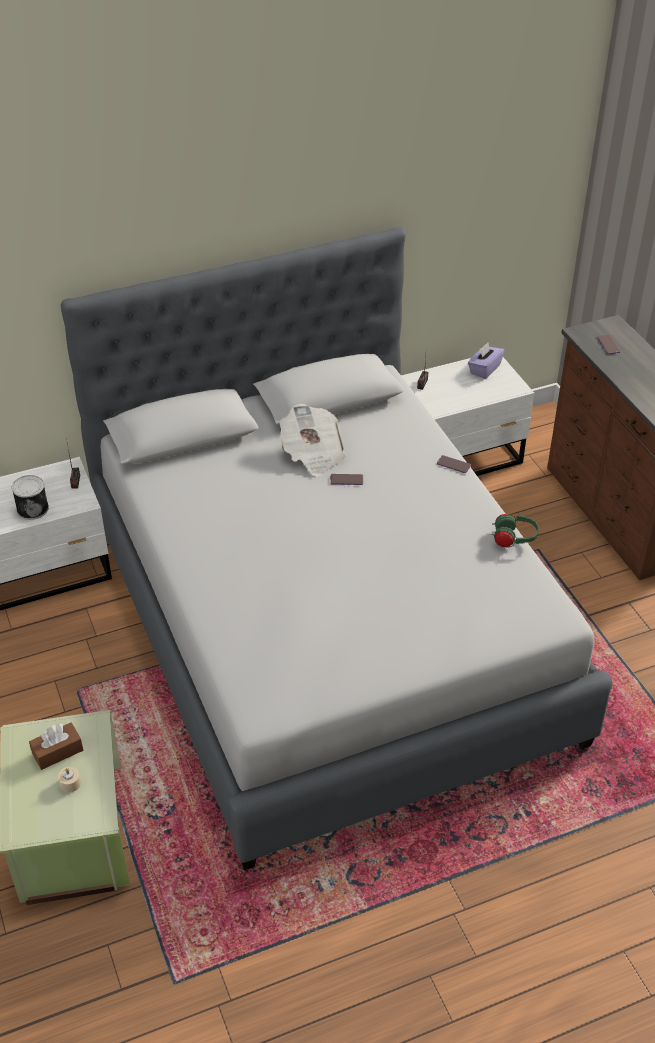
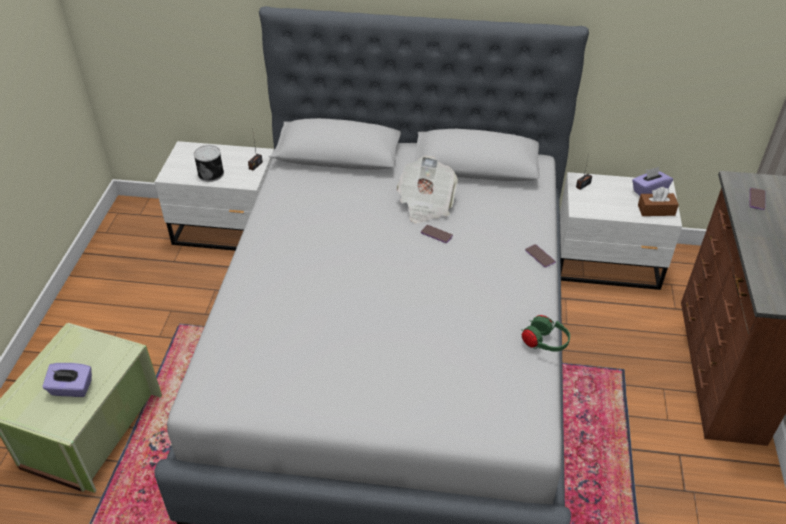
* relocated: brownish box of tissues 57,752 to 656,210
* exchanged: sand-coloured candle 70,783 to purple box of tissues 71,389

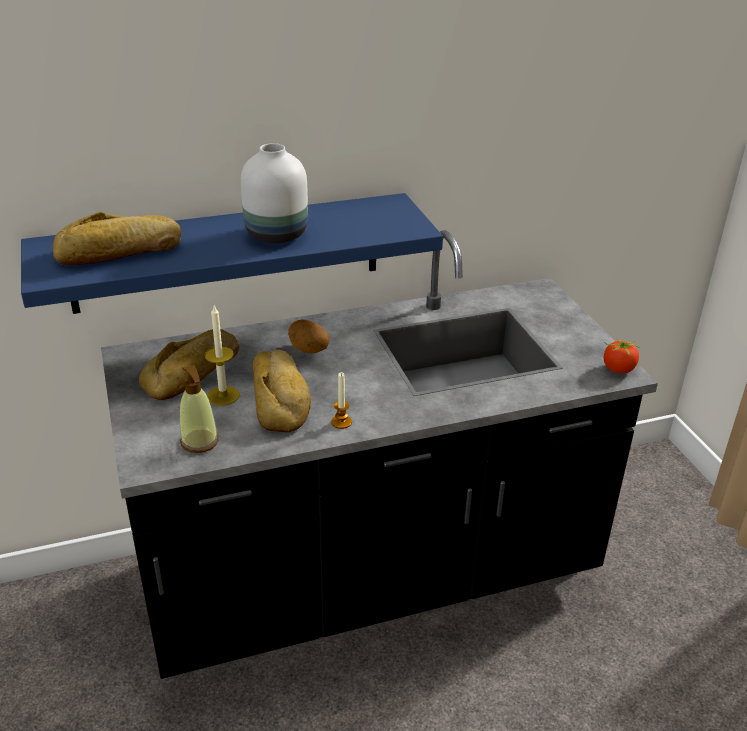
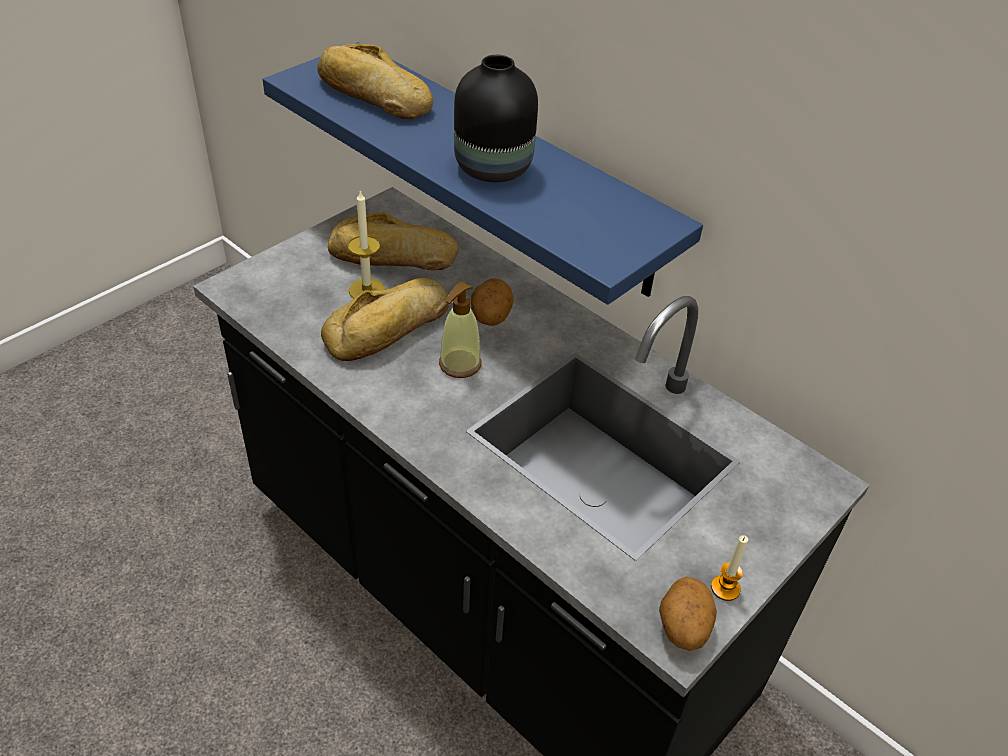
* relocated: soap dispenser 199,442 to 459,364
* relocated: candle 341,422 to 725,588
* exchanged: whole tomato 618,369 to whole potato 682,628
* colour: white-coloured decorative vase 278,235 to black-coloured decorative vase 494,169

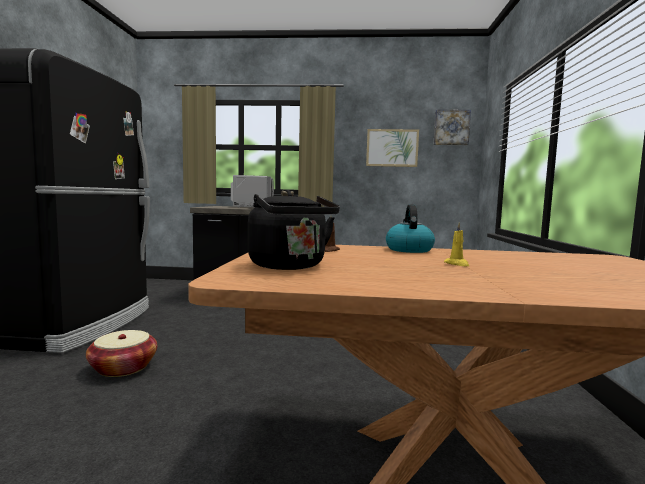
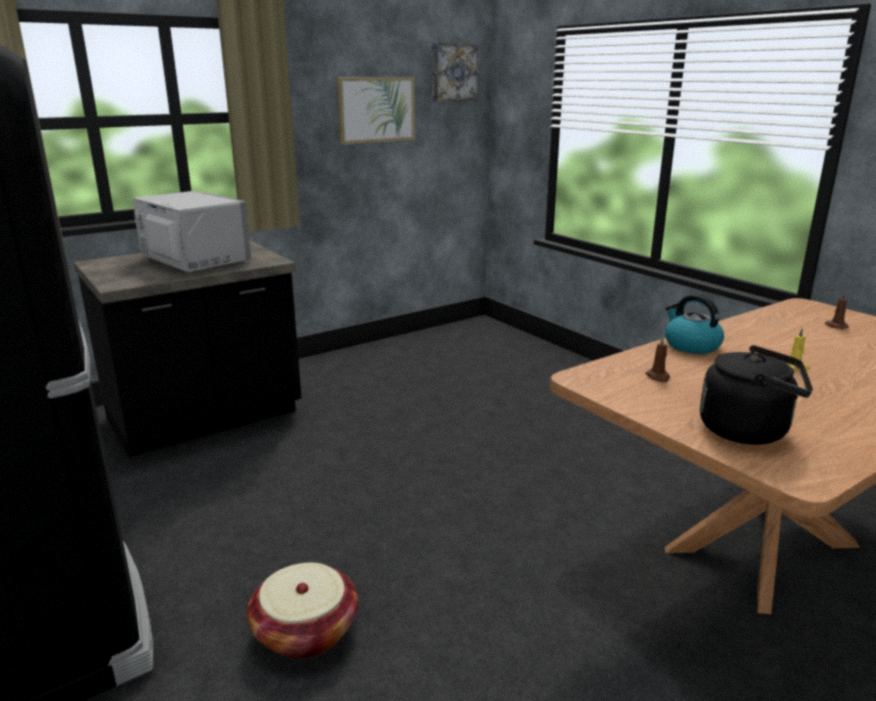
* appeared: brownish candle 835,326

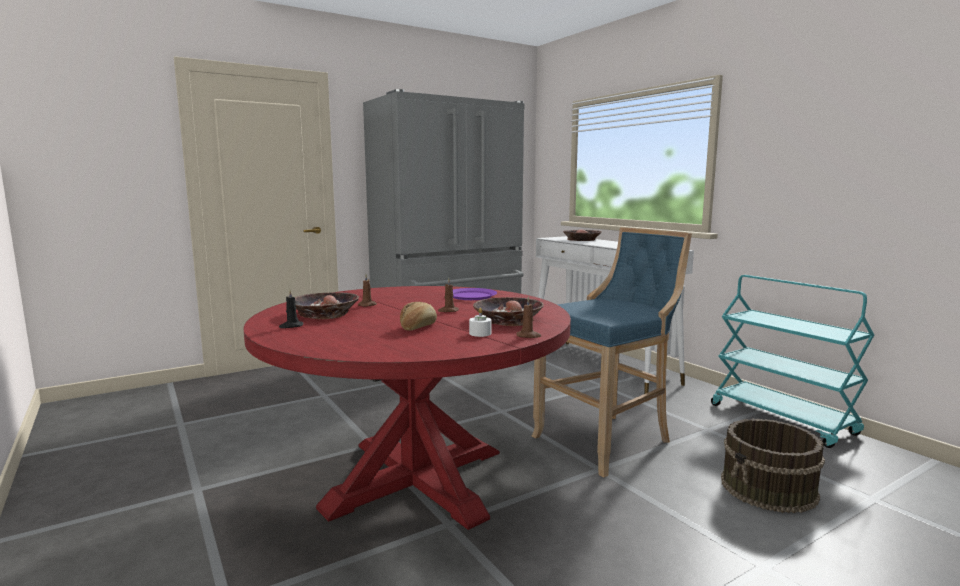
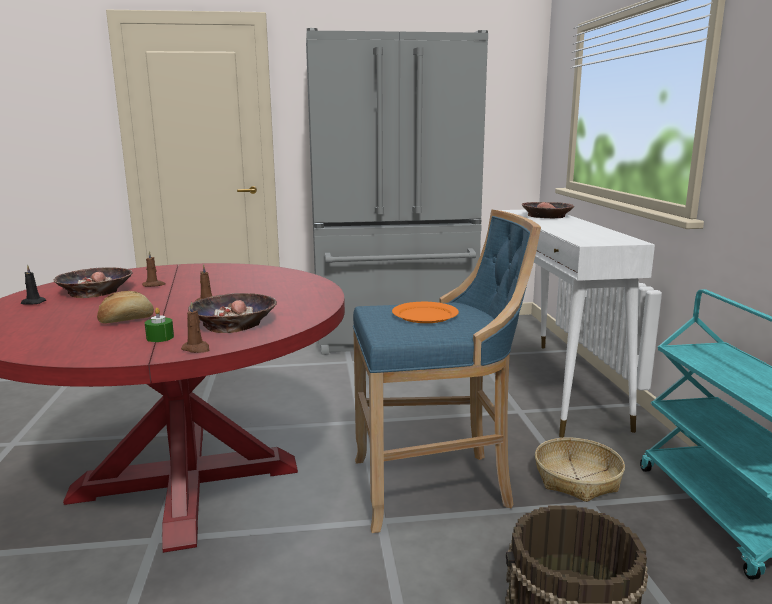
* missing: purple plate 471,296
* appeared: orange-coloured plate 425,315
* appeared: storage basket 577,479
* colour: white-coloured candle 480,333 to greenish candle 160,337

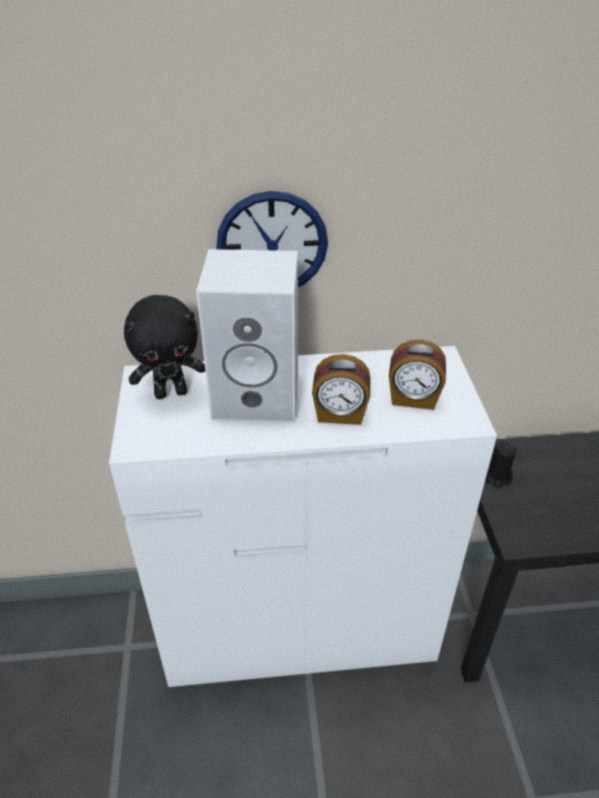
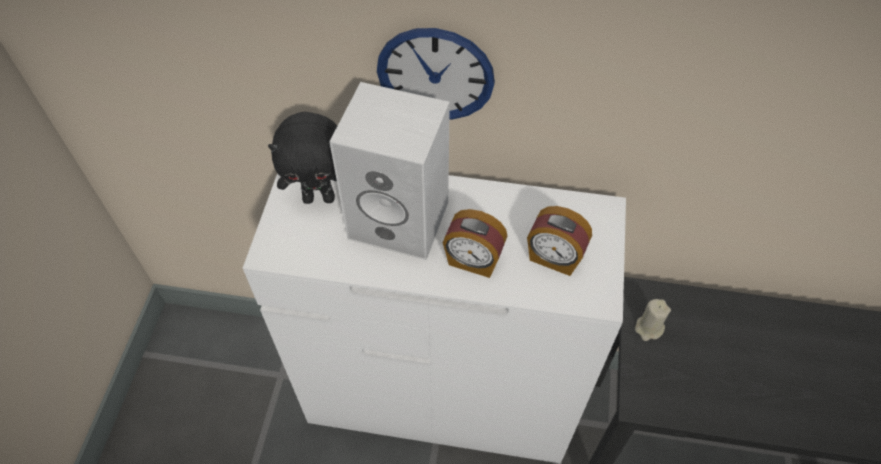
* colour: black-coloured candle 497,478 to sand-coloured candle 648,328

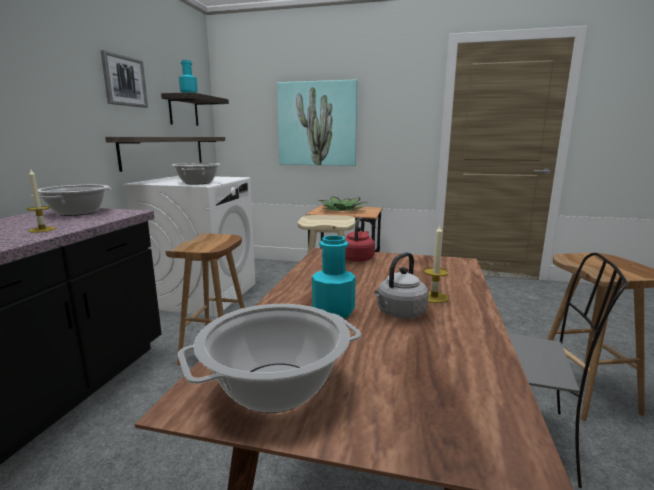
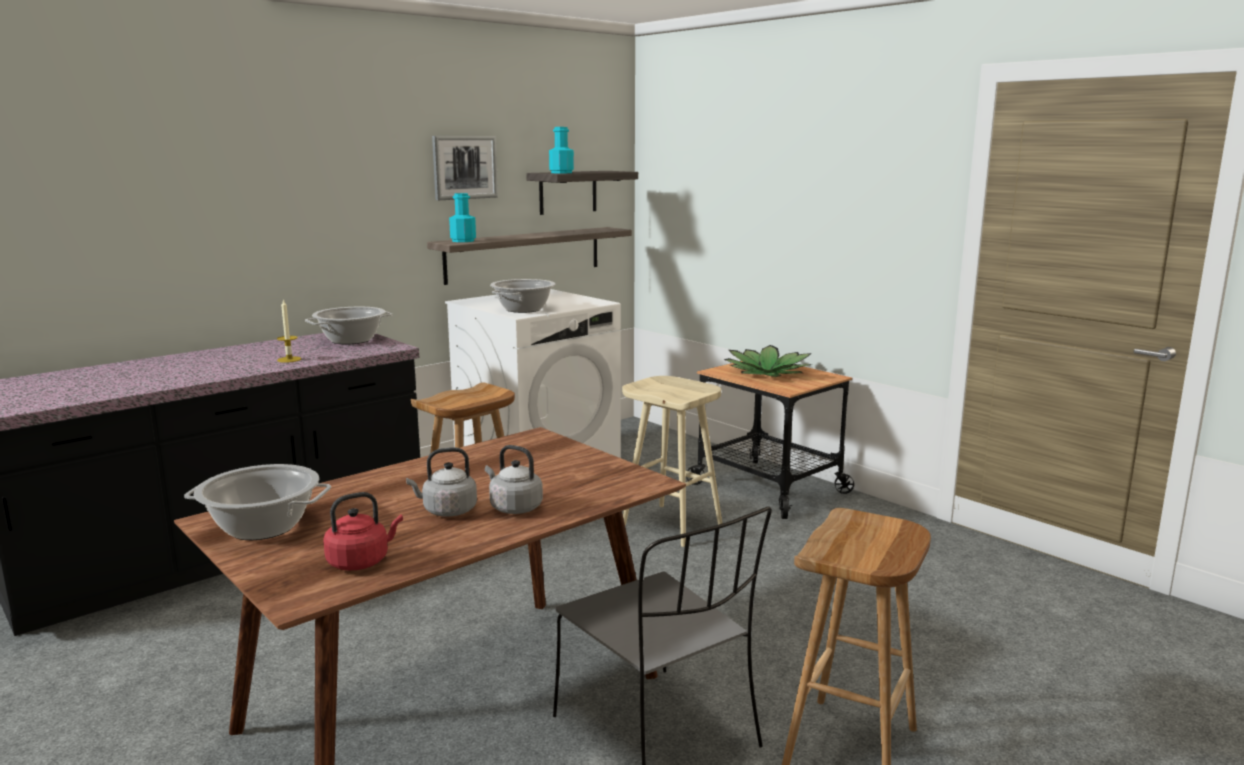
* missing: wall art 317,124
* relocated: turquoise-coloured drink bottle 333,312 to 463,241
* relocated: red kettle 358,258 to 361,561
* exchanged: candle 434,297 to greyish kettle 513,507

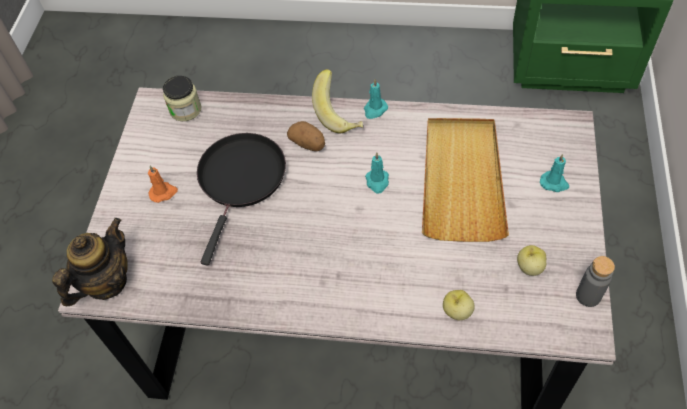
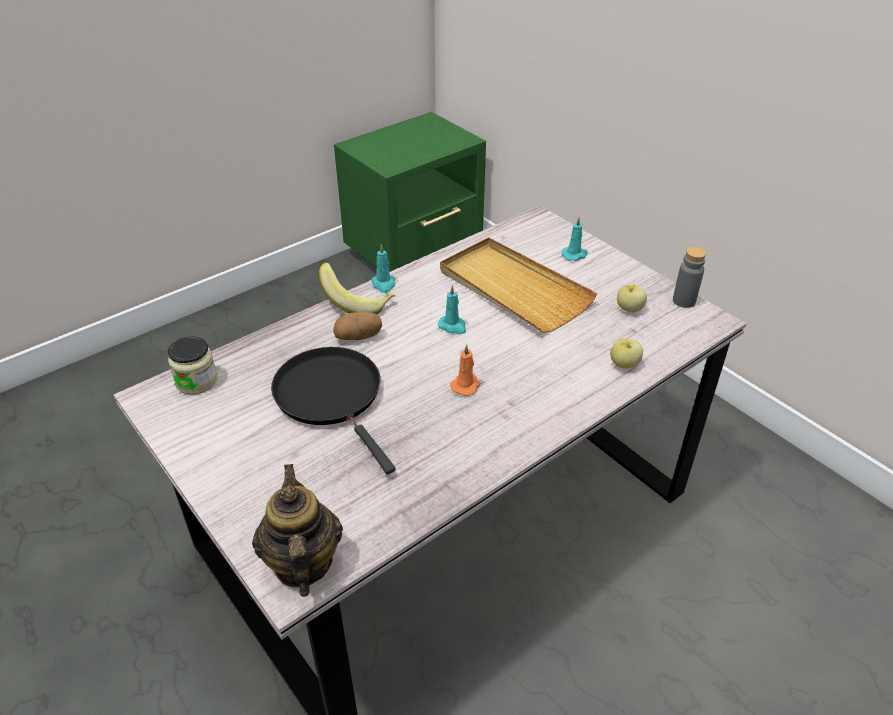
* relocated: orange-coloured candle 163,192 to 466,385

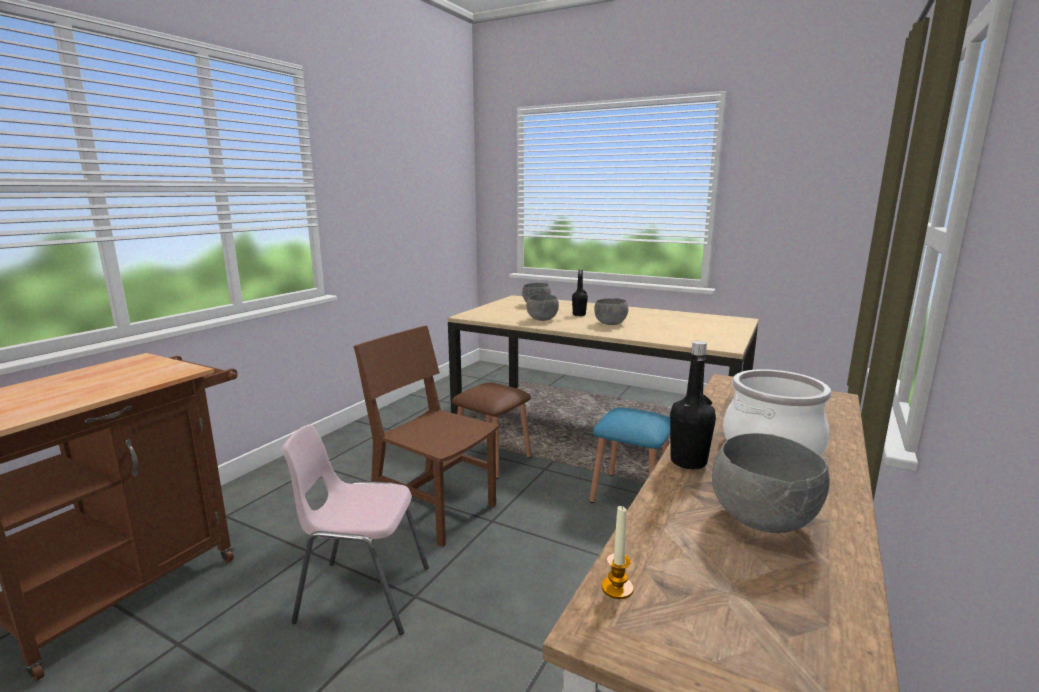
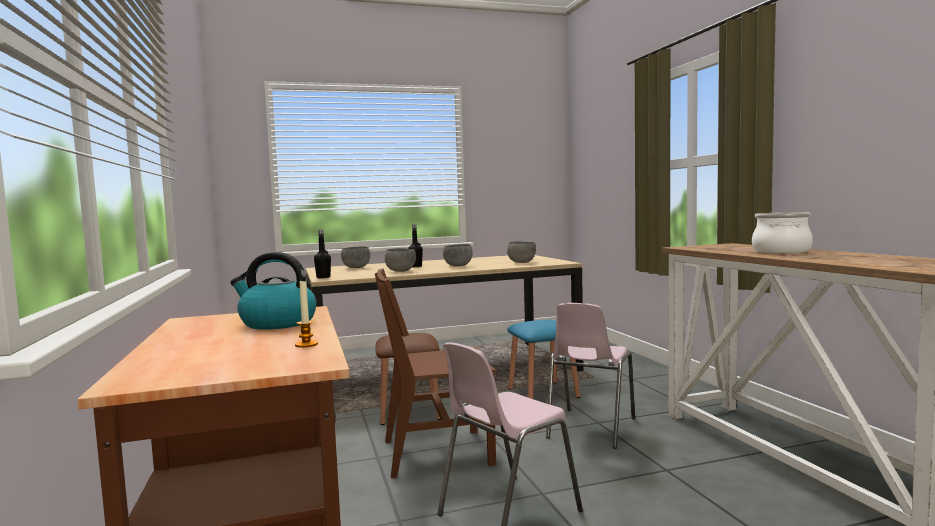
* appeared: kettle 277,323
* appeared: pink-coloured chair 589,428
* relocated: candle 617,588 to 306,344
* relocated: black-coloured drink bottle 688,462 to 323,277
* relocated: greyish bowl 765,521 to 522,262

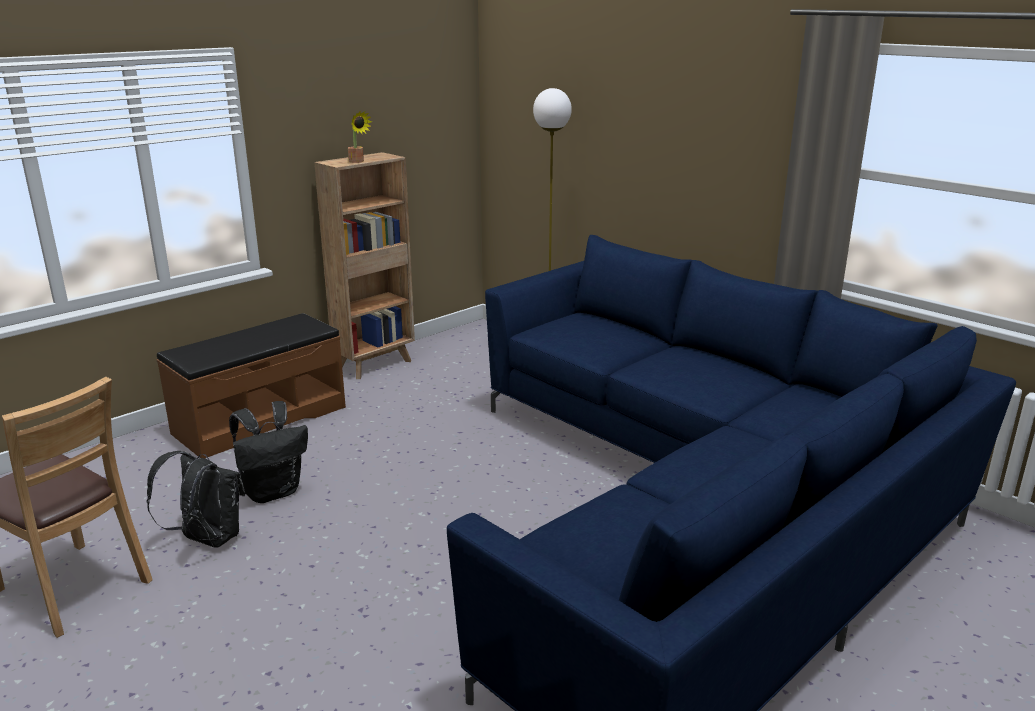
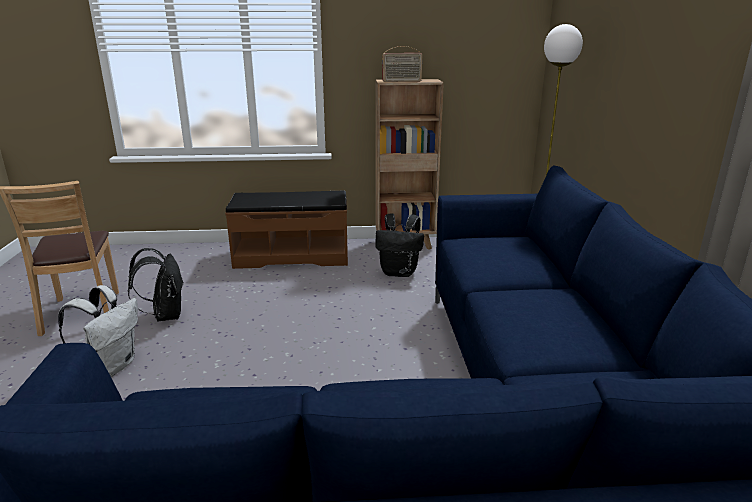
* appeared: white-coloured knapsack 111,366
* relocated: black-coloured knapsack 273,492 to 399,272
* exchanged: plant in a pot 358,161 to radio 402,81

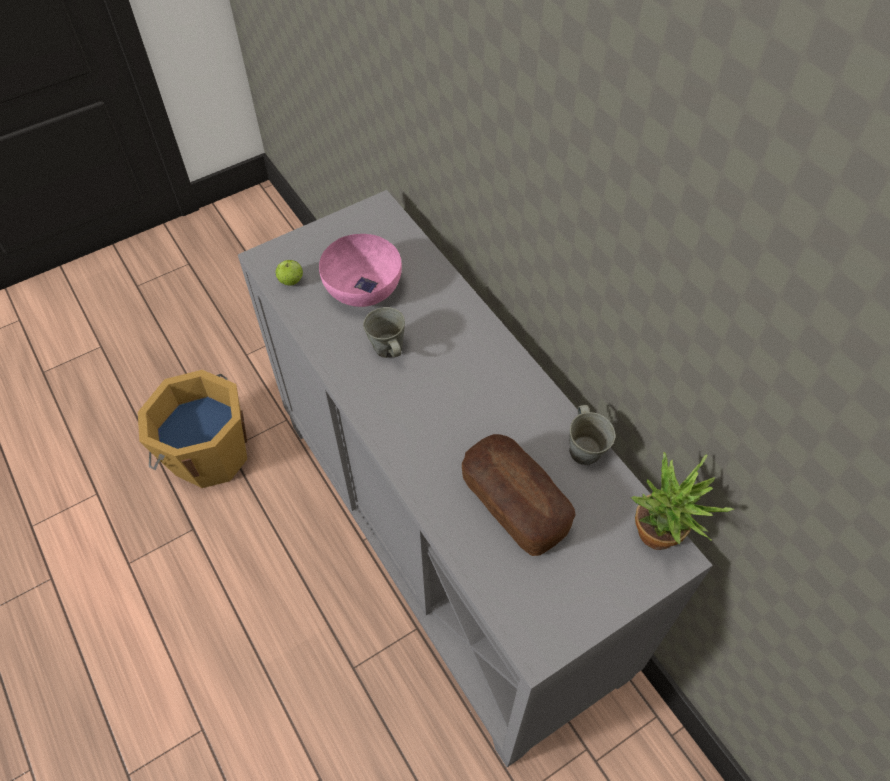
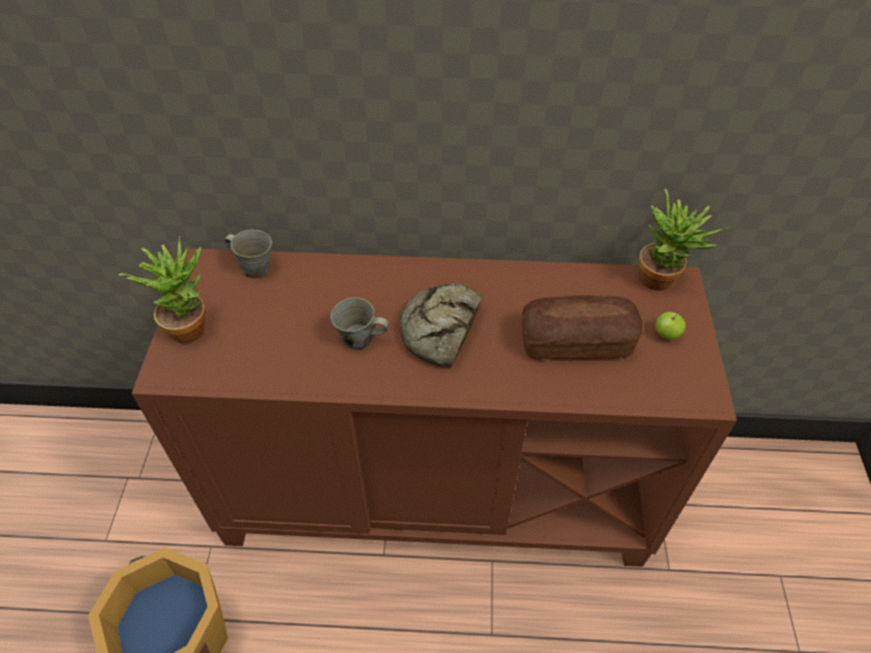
* missing: pink-coloured bowl 362,288
* appeared: plant in a pot 190,324
* appeared: bread 440,329
* relocated: apple 291,281 to 666,335
* relocated: greyish coffee mug 585,449 to 254,267
* colour: greyish storage cabinet 449,541 to brownish storage cabinet 436,489

